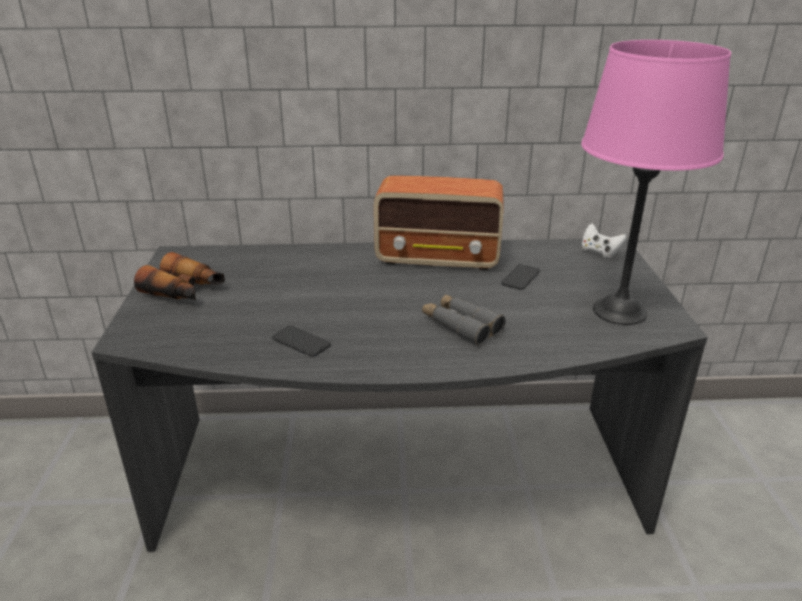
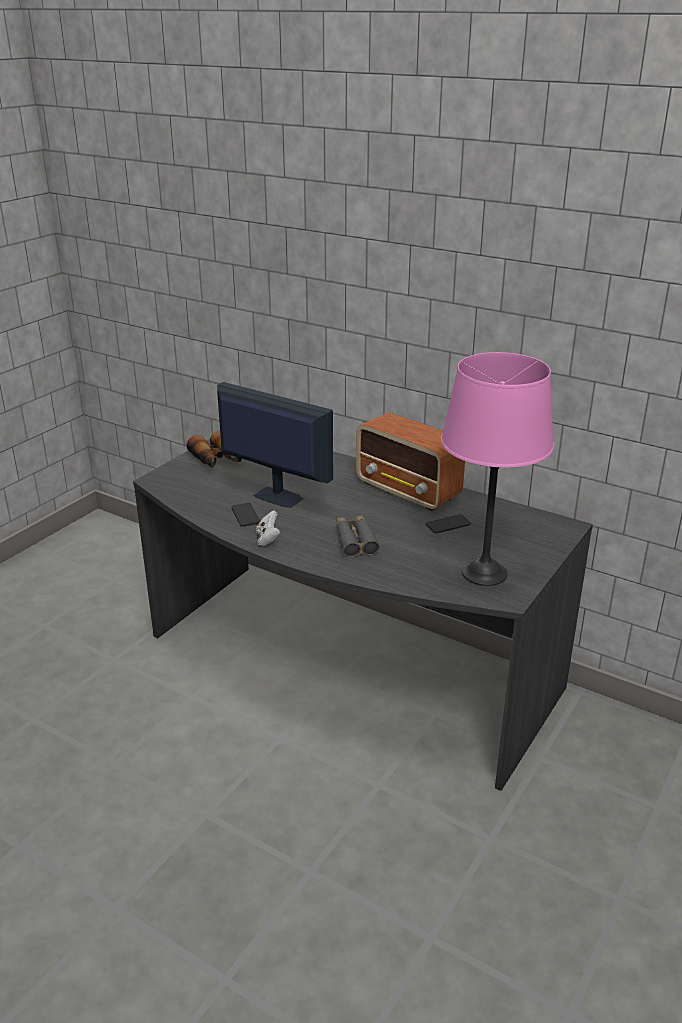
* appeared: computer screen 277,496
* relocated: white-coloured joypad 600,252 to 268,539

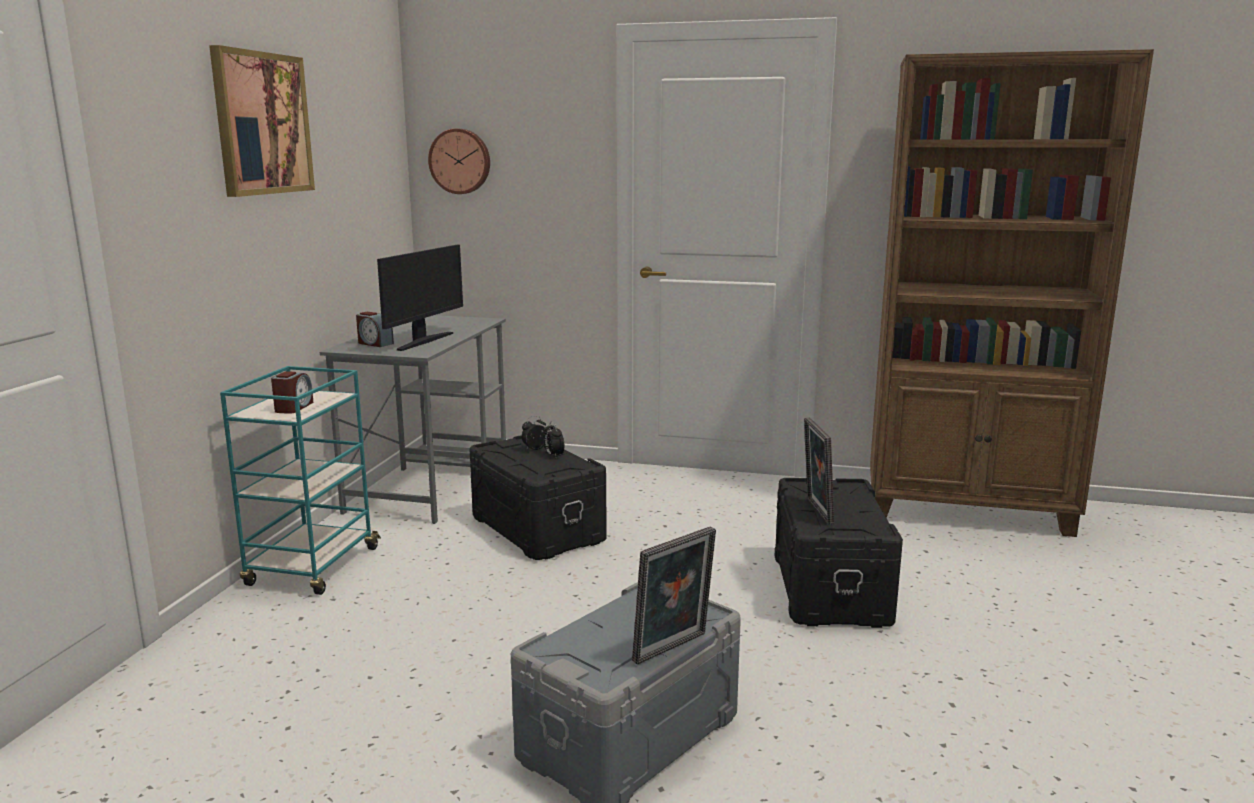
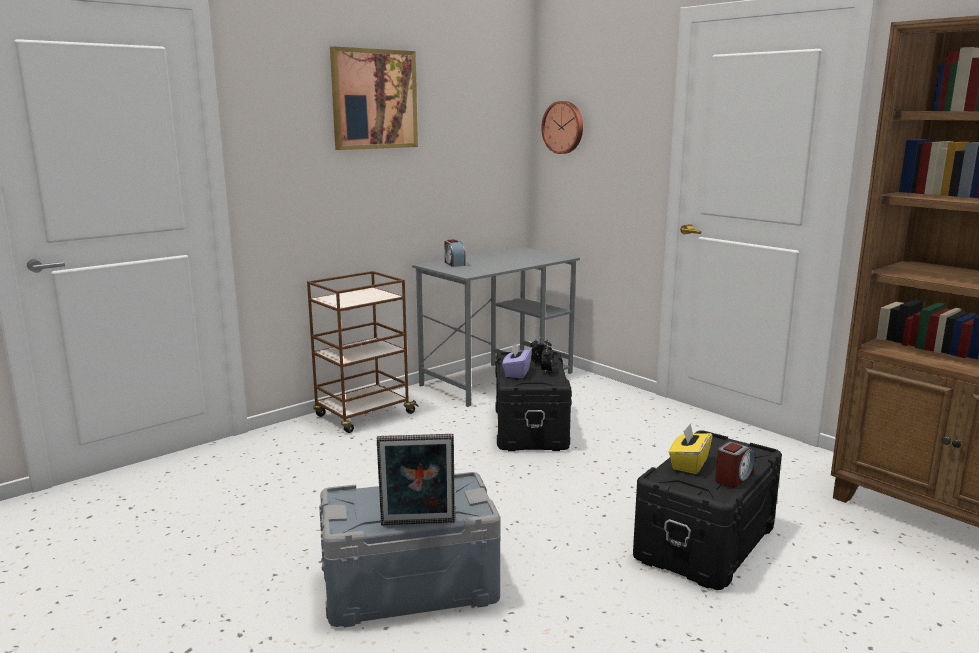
* missing: computer screen 423,341
* appeared: purple box of tissues 516,373
* relocated: table clock 293,407 to 733,478
* exchanged: photo frame 816,511 to yellow box of tissues 689,464
* colour: turquoise-coloured cart 312,568 to brownish cart 363,415

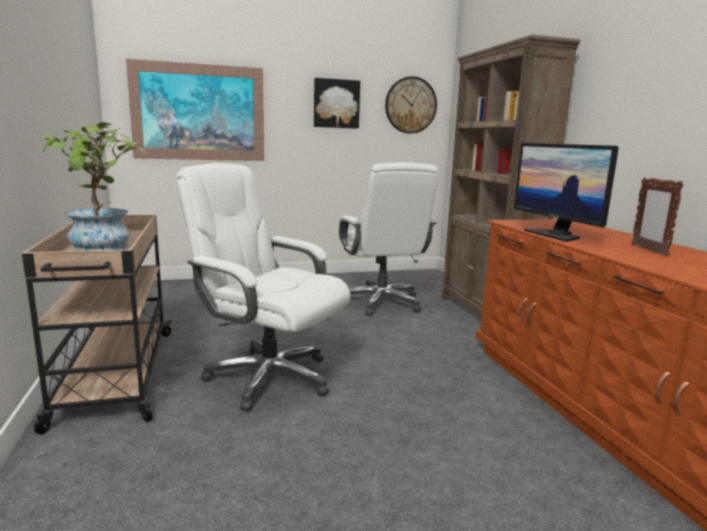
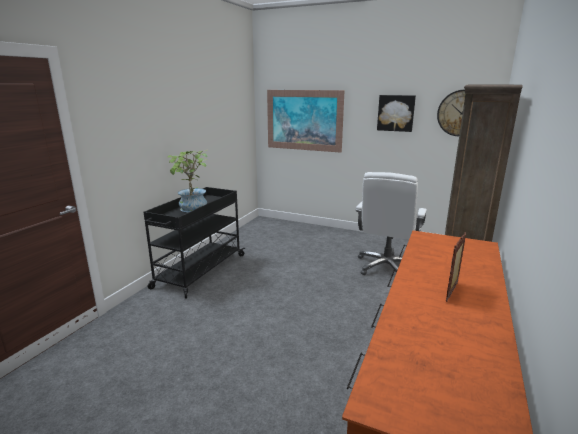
* missing: white-coloured office chair 268,377
* missing: computer screen 555,235
* colour: sand-coloured cart 116,376 to black-coloured cart 199,271

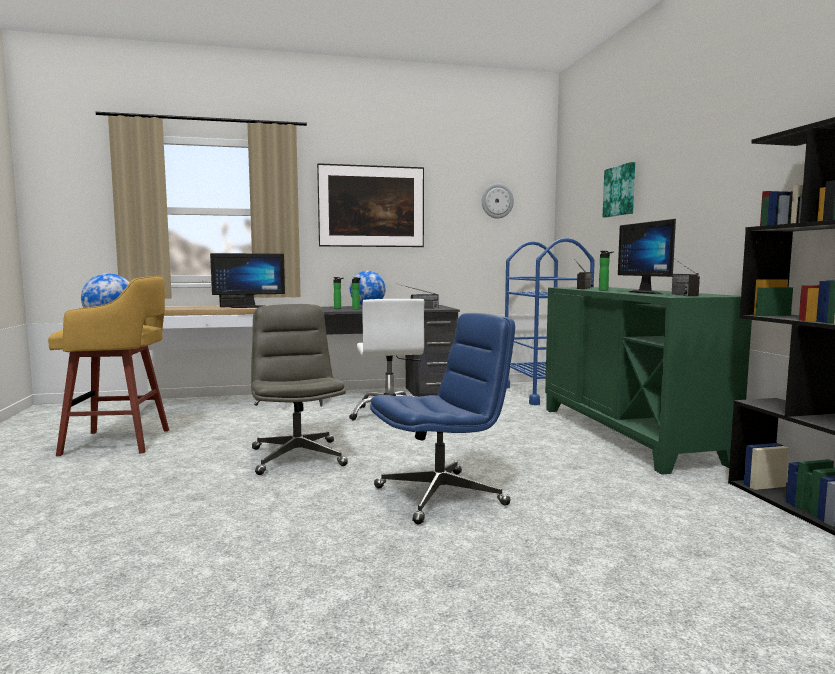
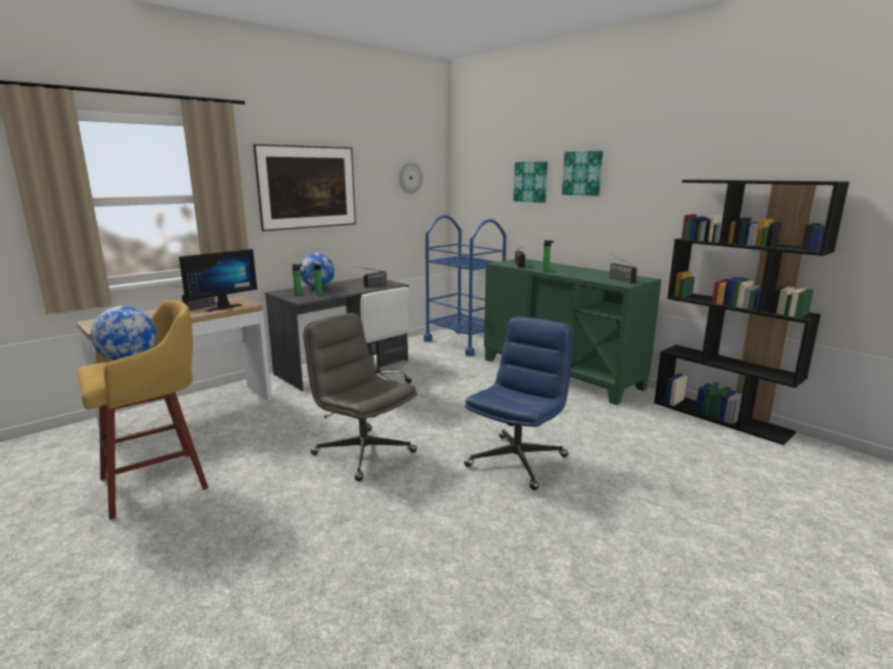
* missing: computer screen 650,293
* appeared: wall art 583,173

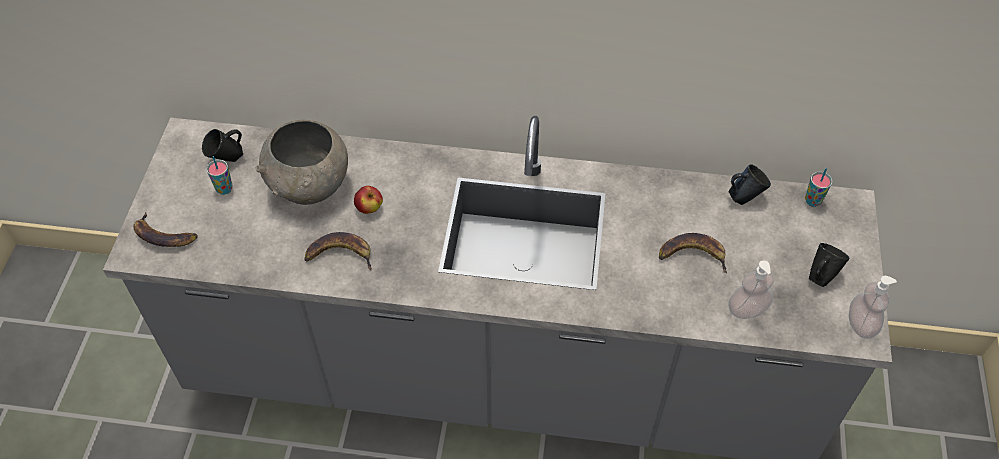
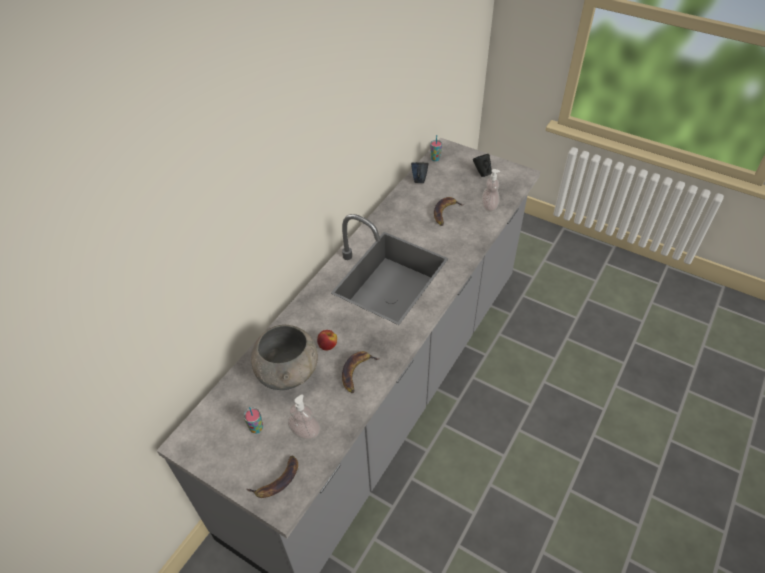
* missing: black-coloured coffee mug 227,160
* relocated: soap dispenser 861,324 to 305,431

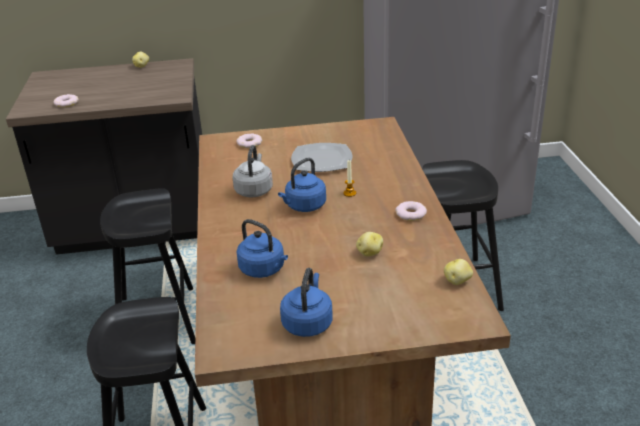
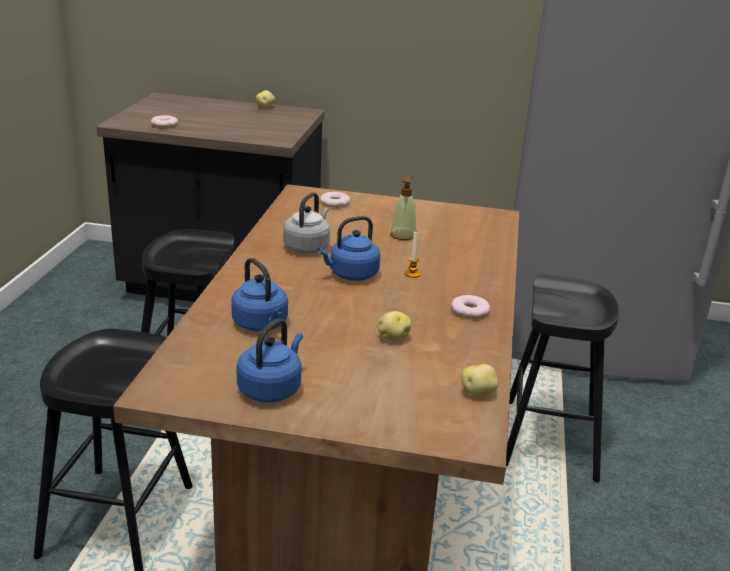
* exchanged: plate 321,160 to soap dispenser 403,235

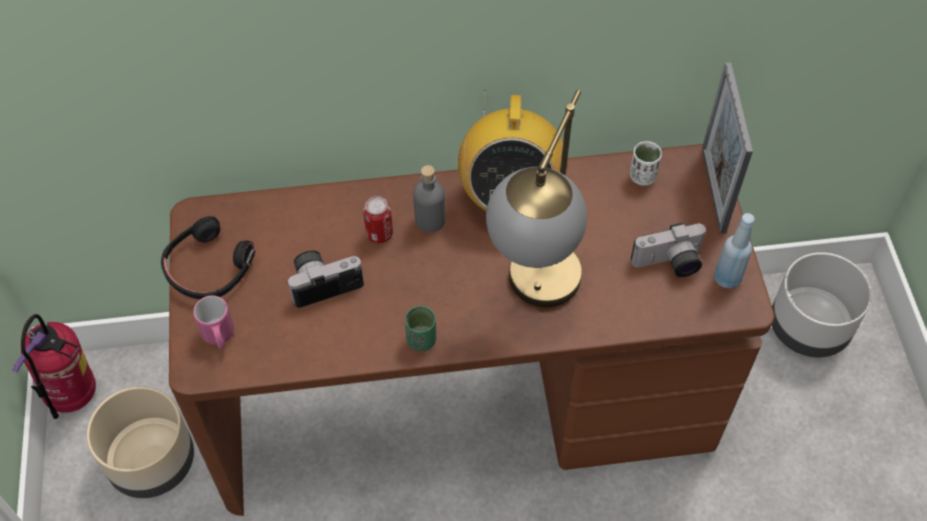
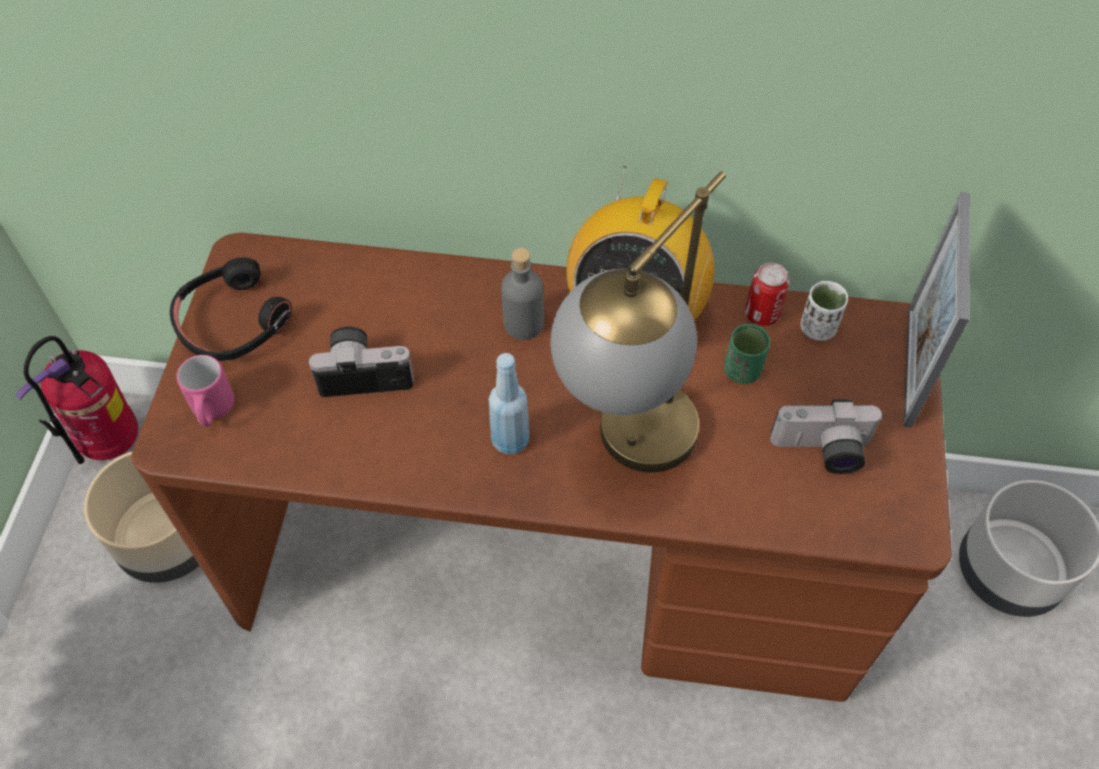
* relocated: can 379,234 to 761,314
* relocated: greenish small cup 421,340 to 742,371
* relocated: bluish drink bottle 727,278 to 510,440

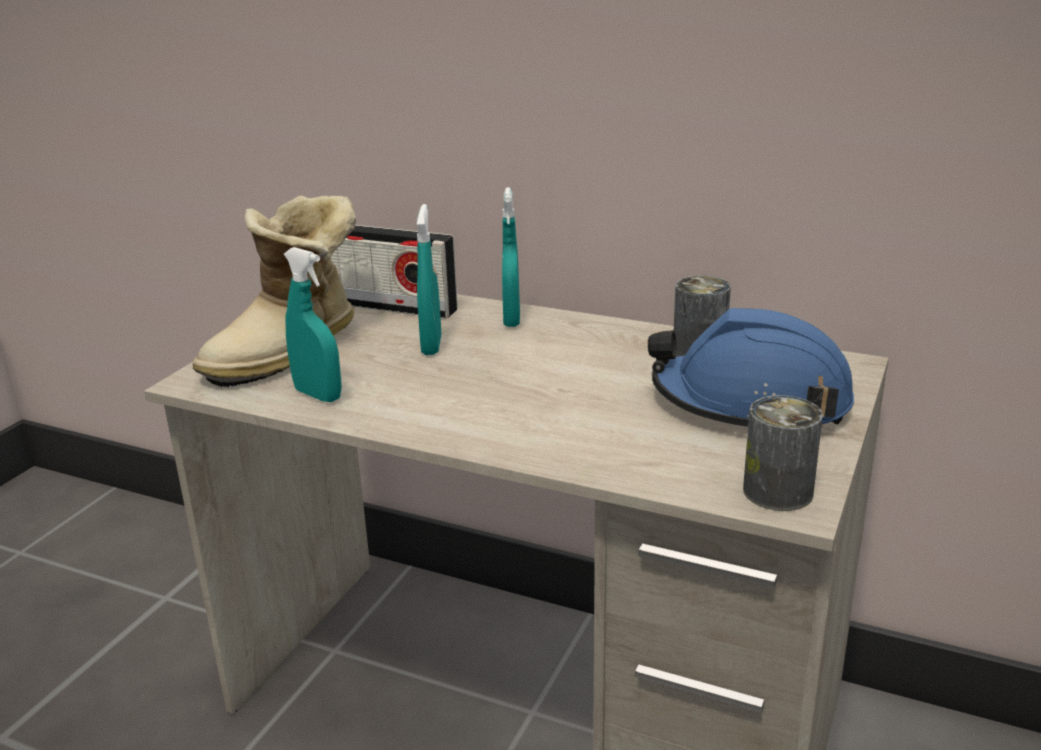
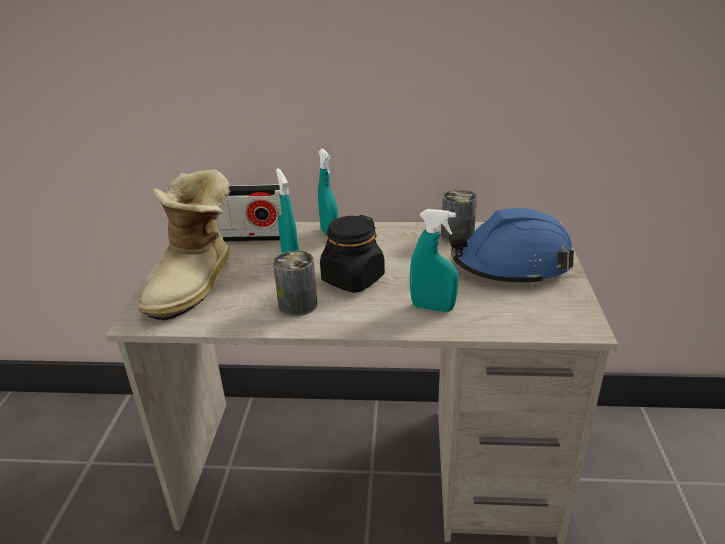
* appeared: black-coloured preserve jar 352,279
* relocated: turquoise-coloured hand sprayer 318,395 to 432,307
* relocated: can 777,491 to 298,305

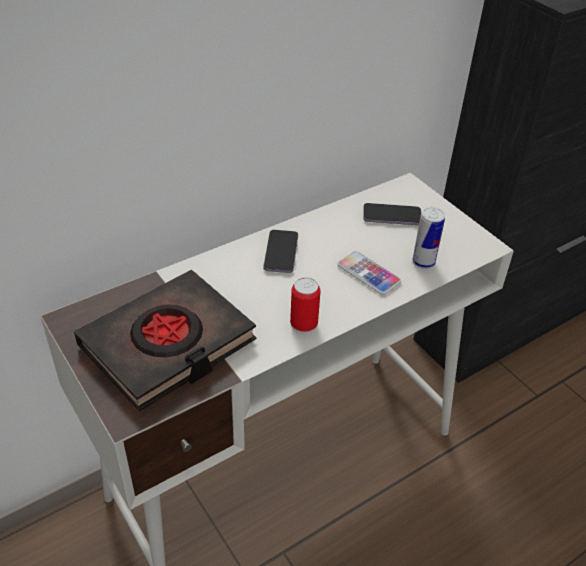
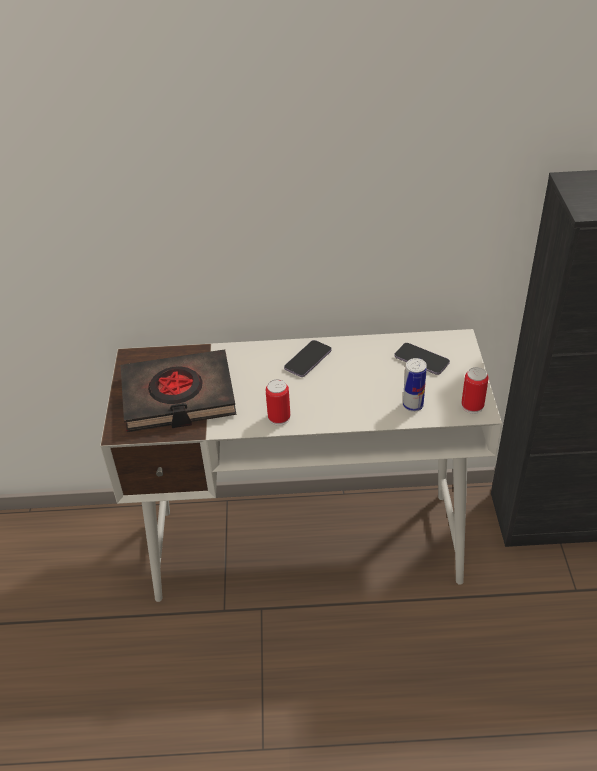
* missing: phone 368,274
* appeared: can 472,406

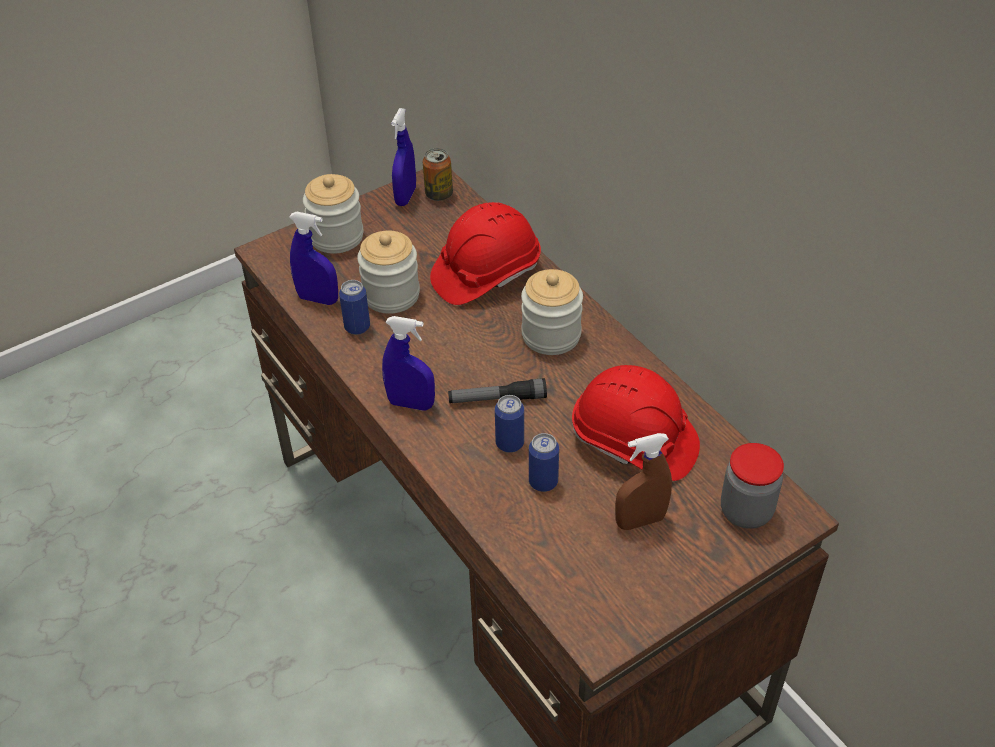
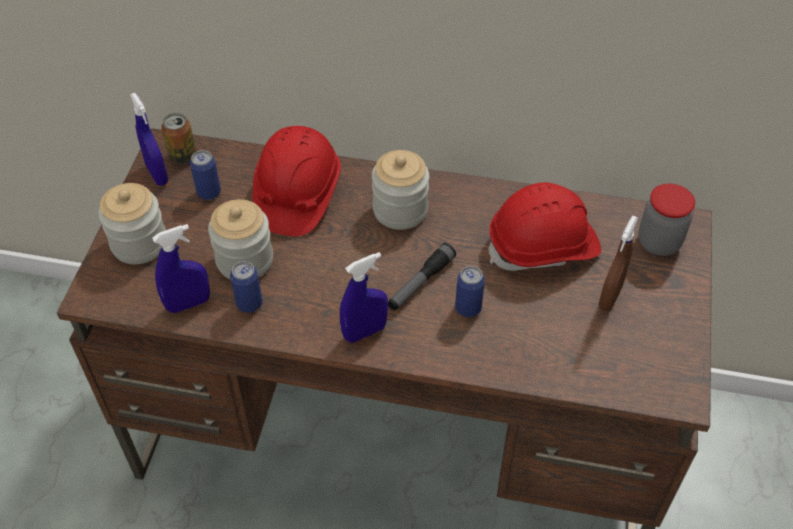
* relocated: can 543,482 to 209,192

